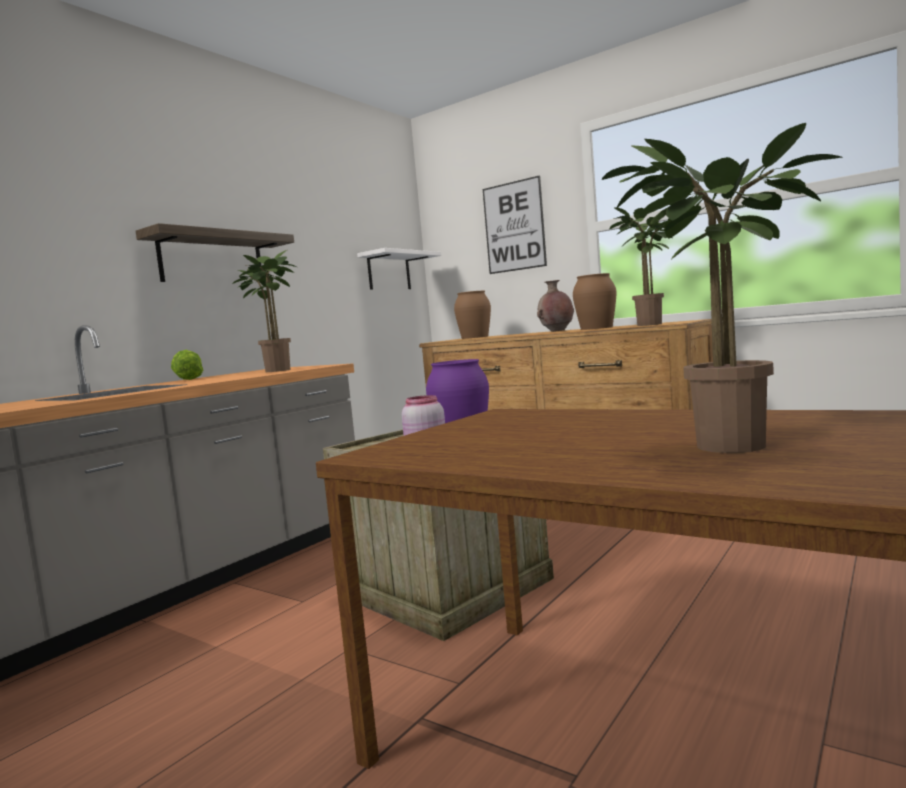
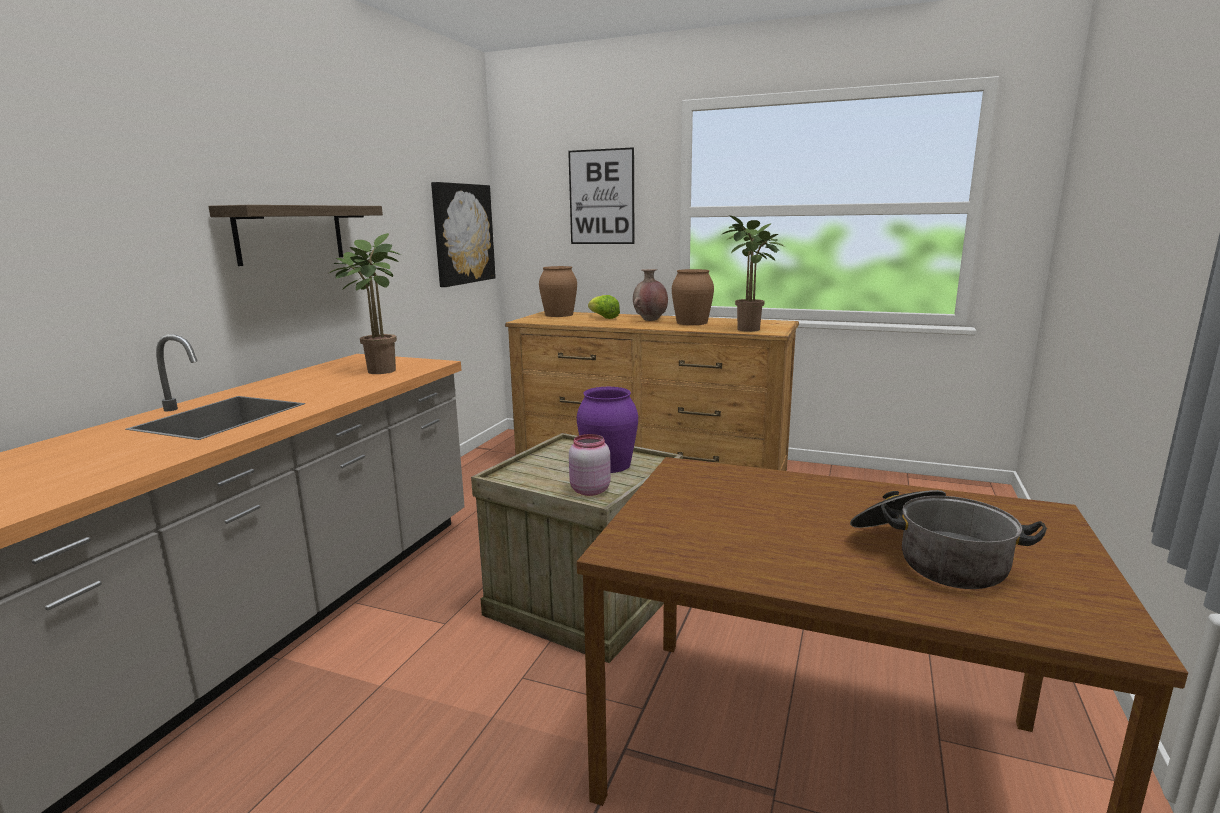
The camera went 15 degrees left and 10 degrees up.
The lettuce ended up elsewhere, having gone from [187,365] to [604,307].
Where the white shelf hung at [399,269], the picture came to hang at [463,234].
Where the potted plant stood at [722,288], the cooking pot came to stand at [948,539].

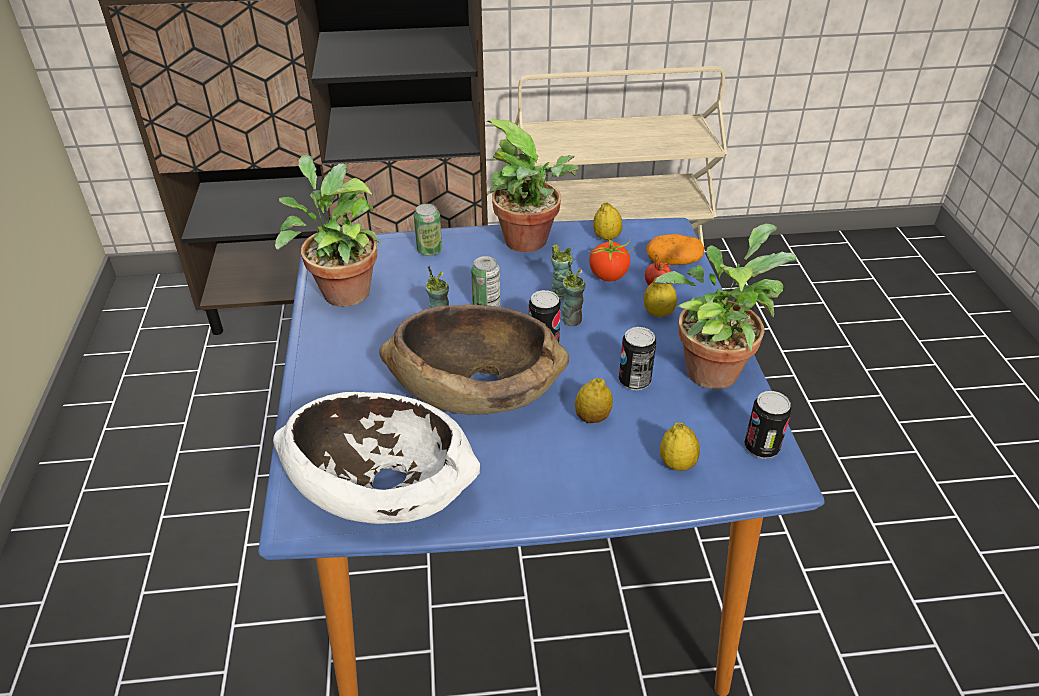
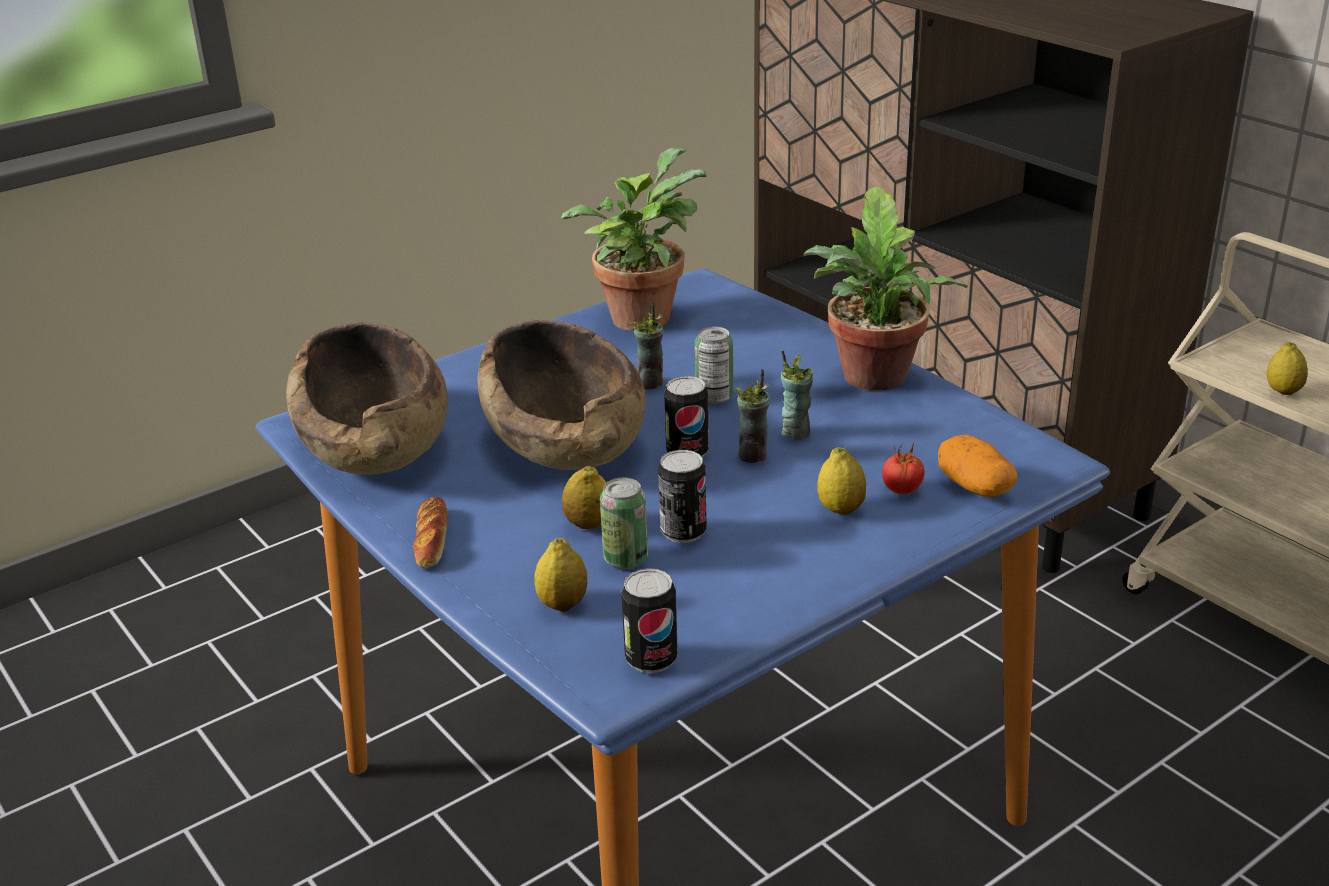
The camera went 60 degrees right and 10 degrees down.
The second view lost the tomato at [611,260].
The second view lost the potted plant at [725,306].
The second view gained the bread at [430,532].
The can ended up elsewhere, having gone from [428,230] to [624,523].
The lemon ended up elsewhere, having gone from [607,221] to [1287,368].
What was the white bowl at [376,458] turned into the brown bowl at [367,398].

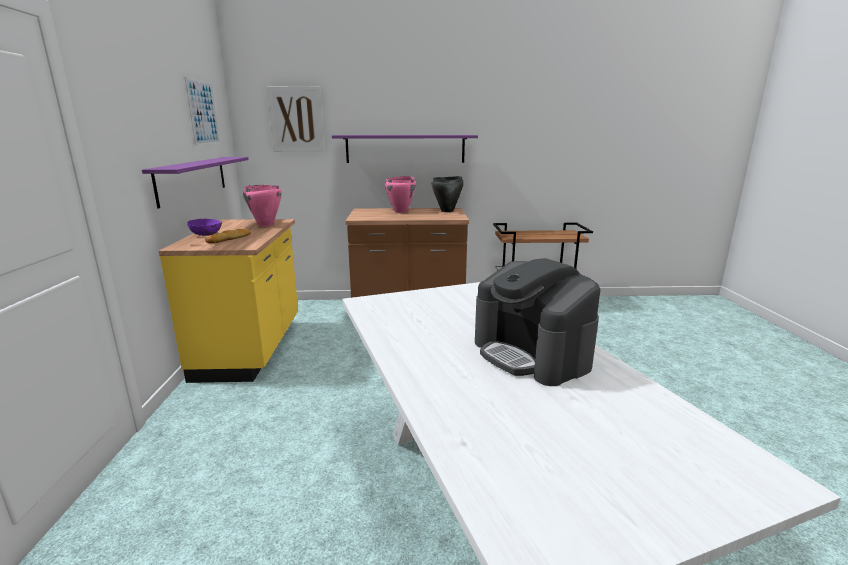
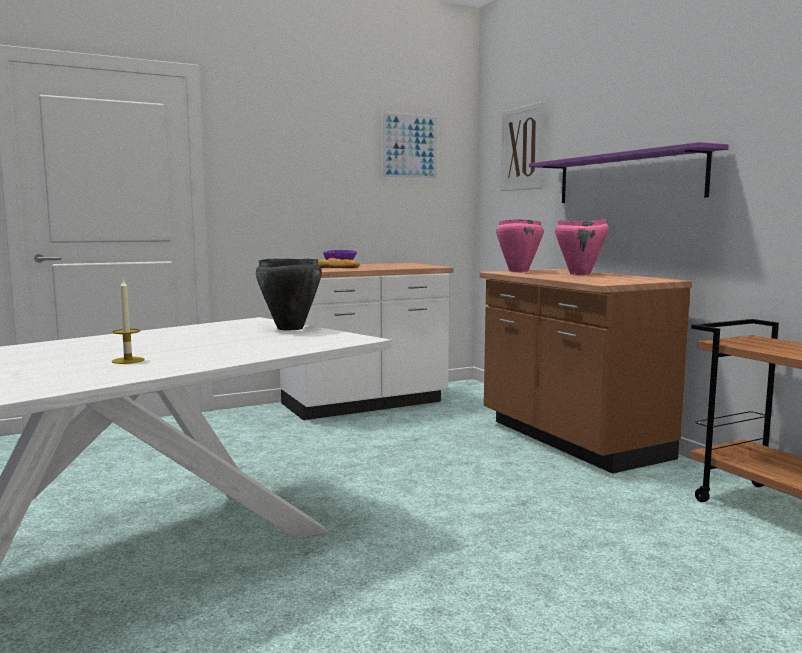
The camera went 65 degrees right and 10 degrees down.
The second view lost the purple shelf at [195,183].
The pink cooking pot ended up elsewhere, having gone from [262,206] to [520,245].
The black cooking pot ended up elsewhere, having gone from [448,194] to [289,294].
Where the coffee machine stood at [537,322], the candle came to stand at [128,321].
What was the yellow counter at [228,301] turned into the white counter at [366,341].

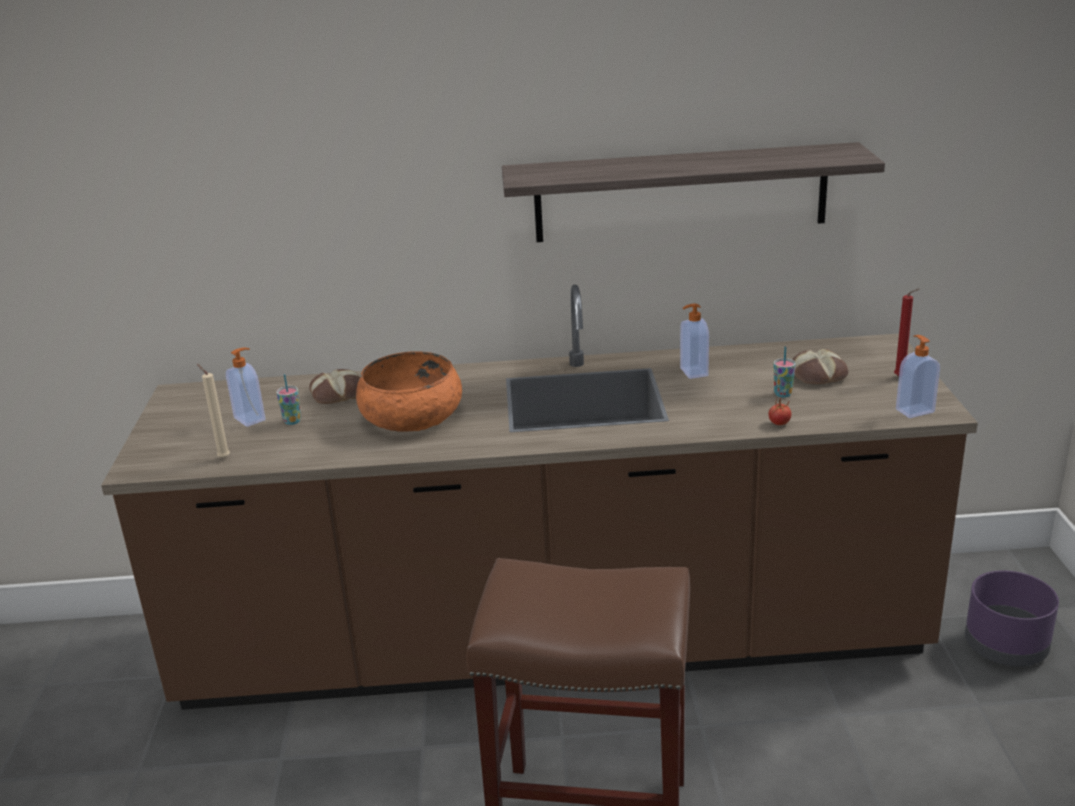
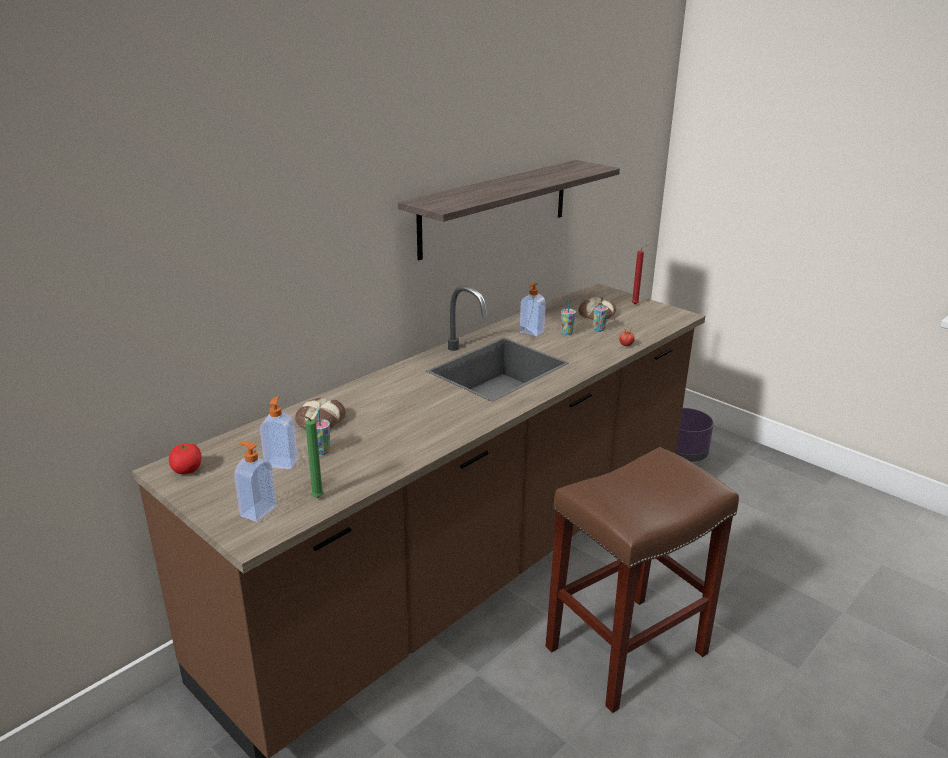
The camera went 45 degrees left and 0 degrees up.
The second view lost the orange bowl at [409,391].
The second view gained the tomato at [185,458].
The second view gained the cup at [568,317].
The soap dispenser ended up elsewhere, having gone from [918,376] to [255,482].
What was the beige candle at [213,411] turned into the green candle at [311,456].

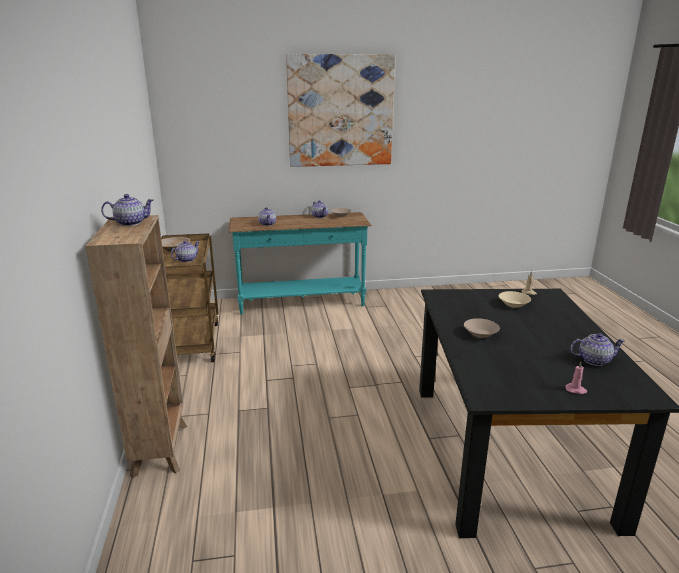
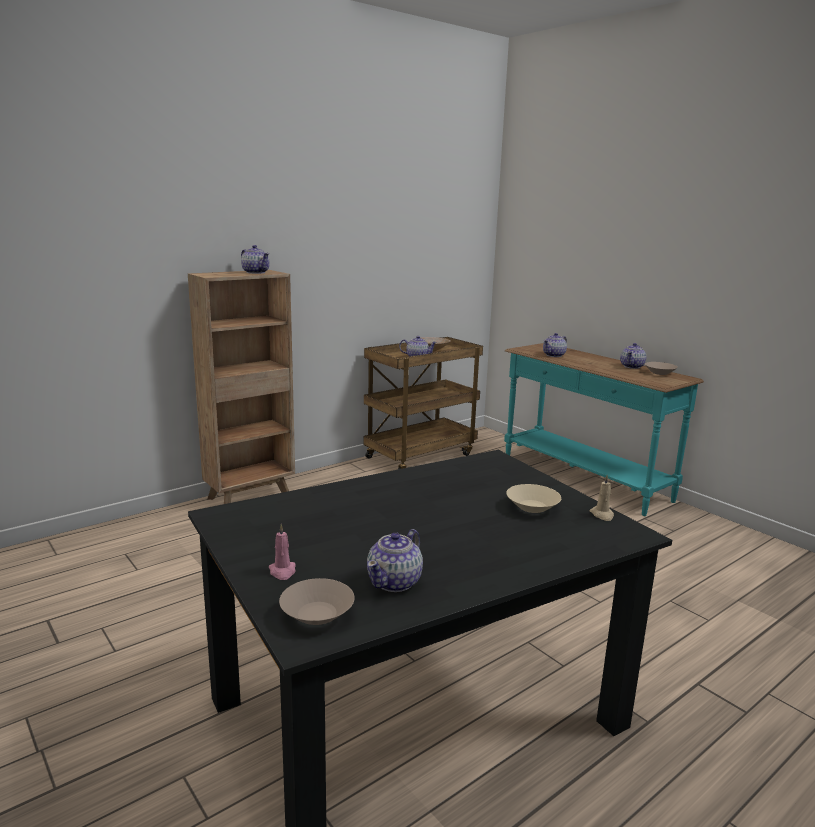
The camera went 60 degrees right and 5 degrees down.
The second view lost the picture at [340,110].
The beige bowl ended up elsewhere, having gone from [482,328] to [317,601].
The teapot at [597,349] ended up facing another way, 60 degrees clockwise from before.

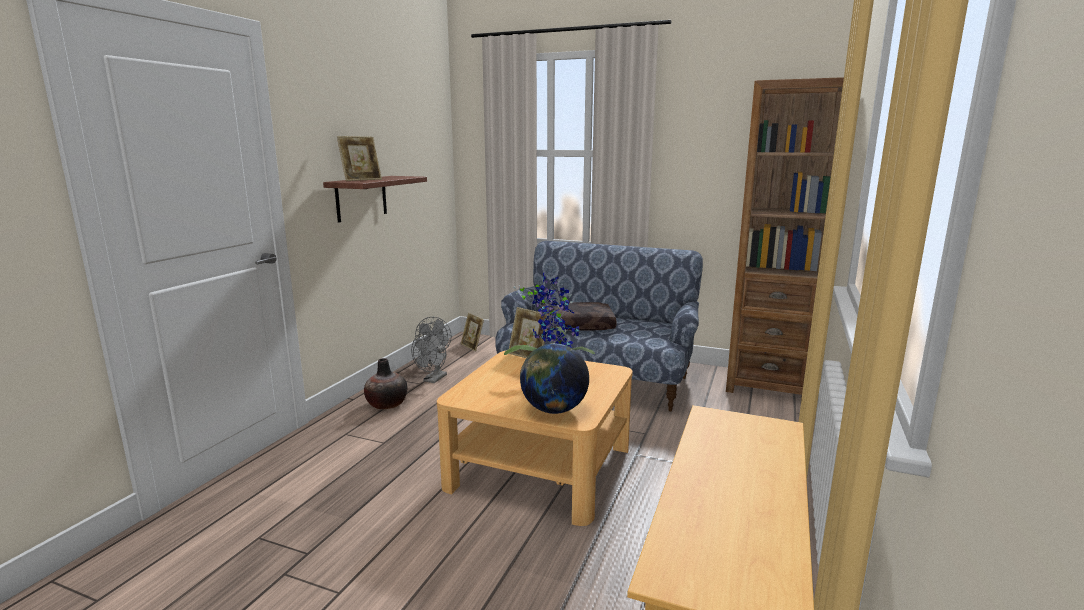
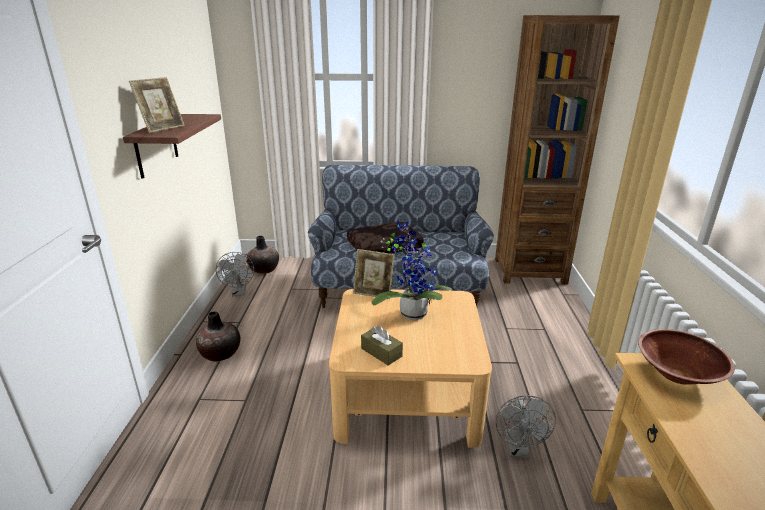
The camera went 20 degrees left and 10 degrees up.
The second view lost the globe at [554,378].
The second view gained the brown tissue box at [382,345].
The second view gained the brown bowl at [686,357].
The grey fan ended up elsewhere, having gone from [429,357] to [526,426].
Where the picture frame stood at [472,332], the vase came to stand at [263,255].

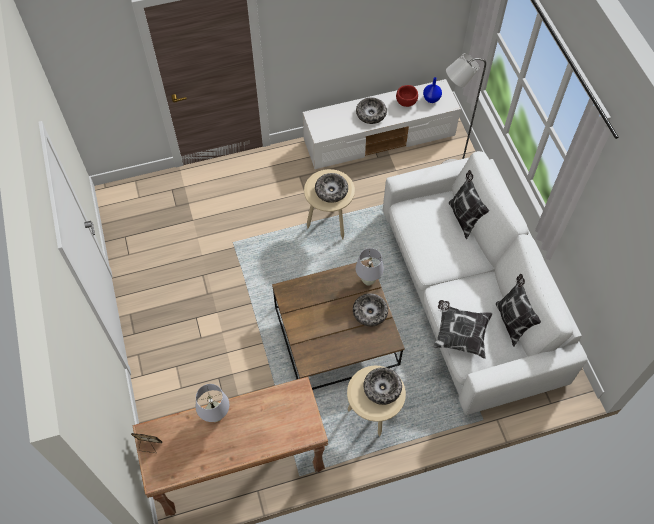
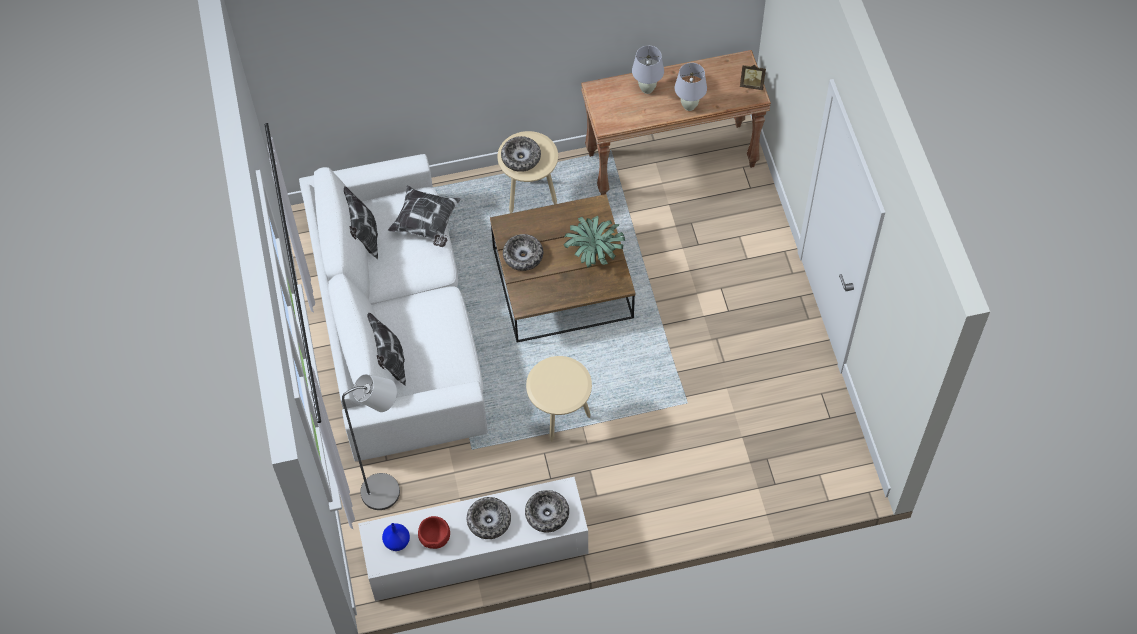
The camera went 175 degrees left and 0 degrees up.
The second view gained the potted plant at [594,242].
The bowl ended up elsewhere, having gone from [331,188] to [547,511].
The white table lamp ended up elsewhere, having gone from [369,267] to [648,70].

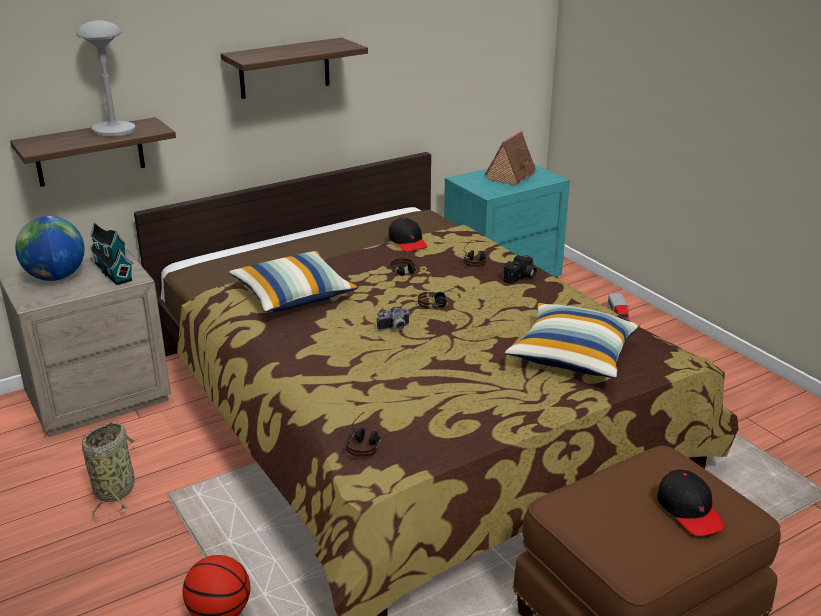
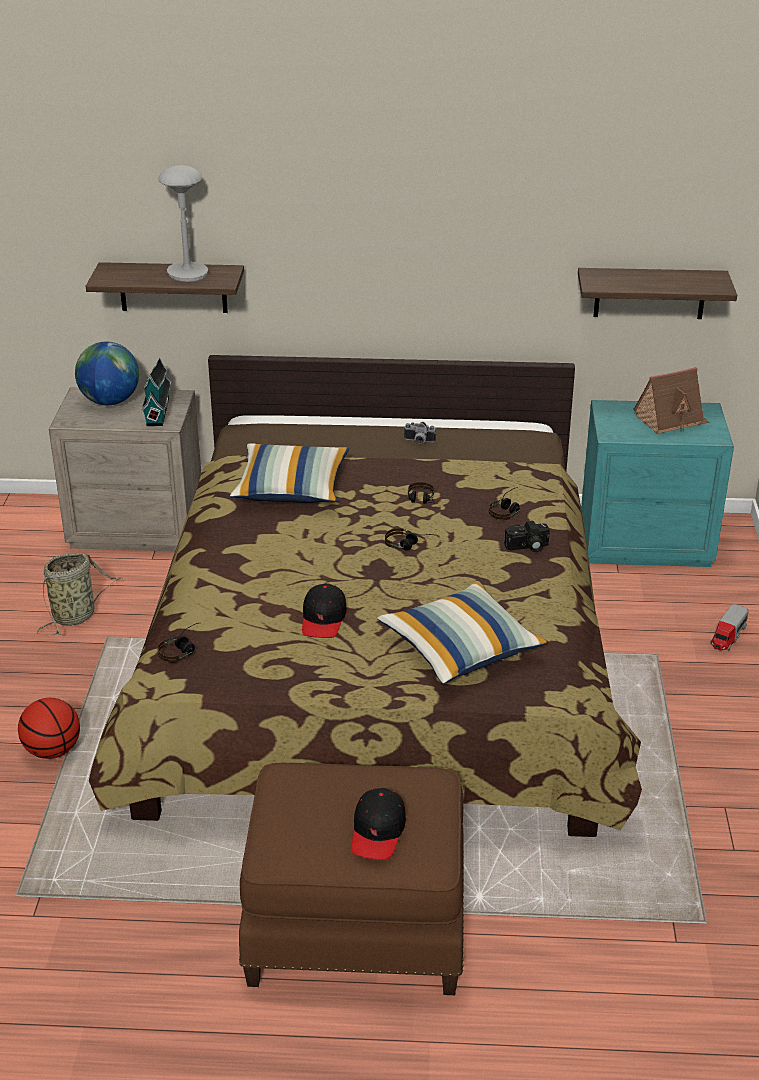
The camera went 35 degrees right and 5 degrees up.
The shelf ended up elsewhere, having gone from [294,68] to [657,293].
The photo camera ended up elsewhere, having gone from [393,319] to [419,433].
The black cap ended up elsewhere, having gone from [408,235] to [324,610].

